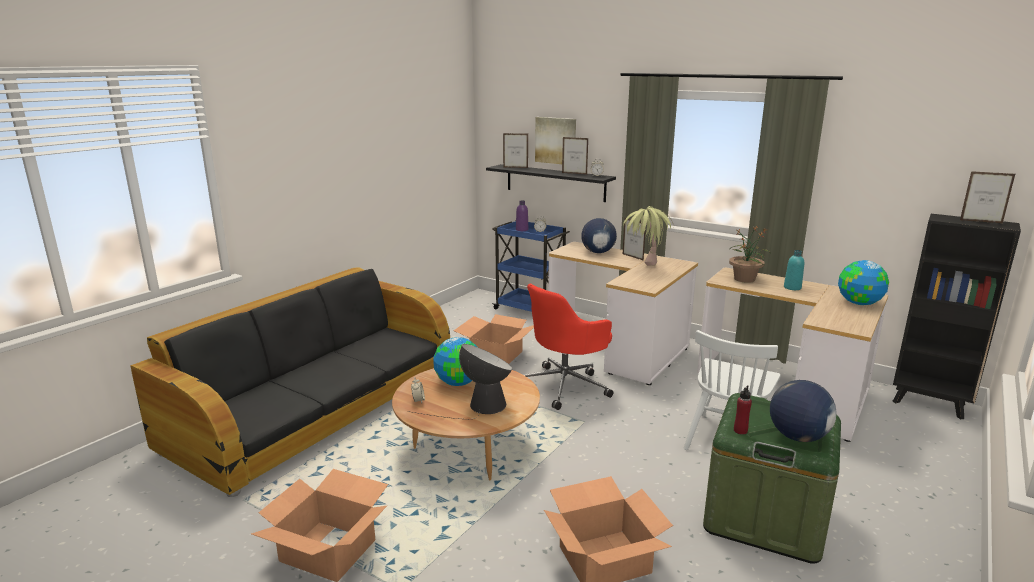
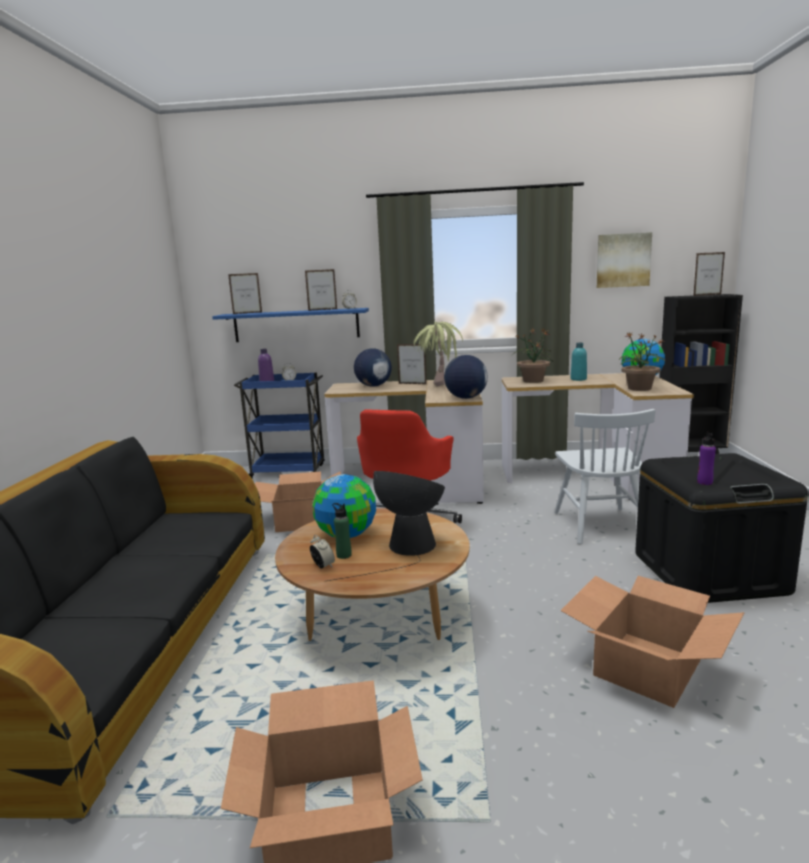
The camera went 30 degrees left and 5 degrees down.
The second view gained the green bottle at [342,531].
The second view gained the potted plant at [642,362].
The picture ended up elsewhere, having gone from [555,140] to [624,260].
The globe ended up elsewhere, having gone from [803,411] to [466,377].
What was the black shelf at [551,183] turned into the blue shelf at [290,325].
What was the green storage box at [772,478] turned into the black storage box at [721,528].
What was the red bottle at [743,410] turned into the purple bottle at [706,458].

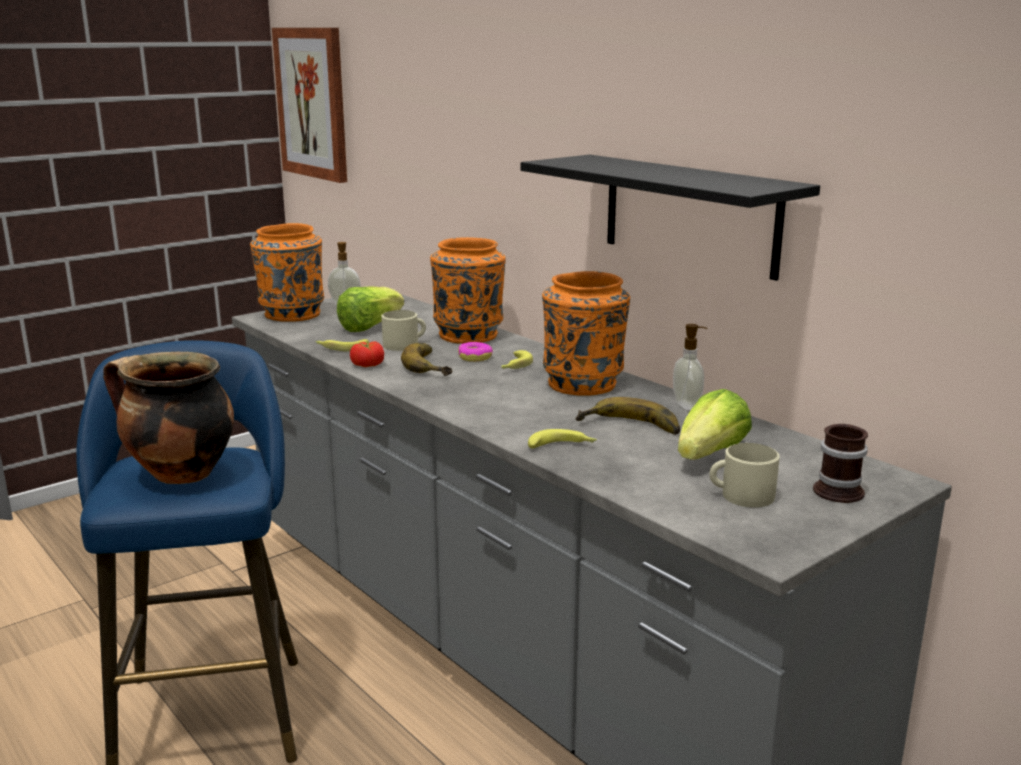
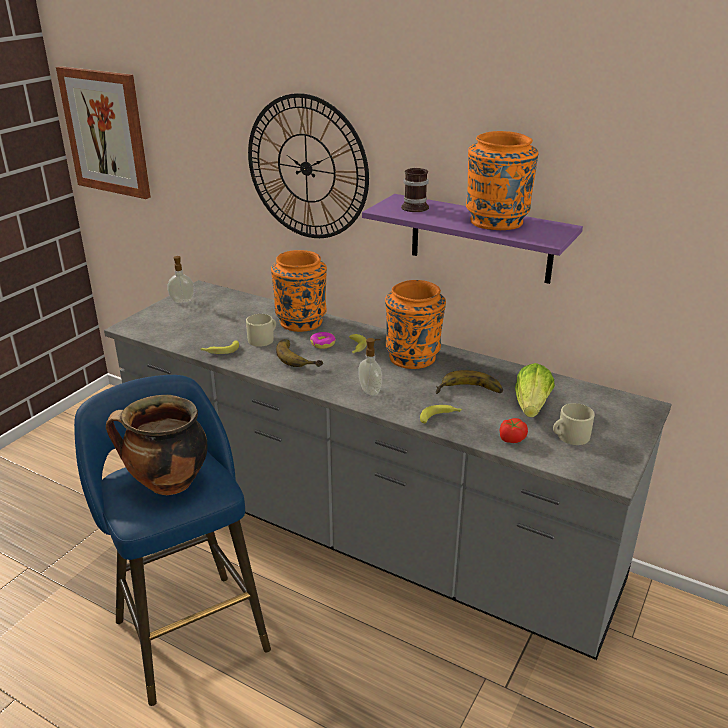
The camera went 20 degrees left and 10 degrees up.
The second view lost the lettuce at [370,309].
The second view gained the wall clock at [308,165].
The orange vase ended up elsewhere, having gone from [287,272] to [502,180].
The tomato ended up elsewhere, having gone from [367,354] to [514,430].
The soap dispenser ended up elsewhere, having gone from [690,367] to [370,367].
The mug ended up elsewhere, having gone from [840,463] to [415,190].
What was the black shelf at [670,218] turned into the purple shelf at [472,239].

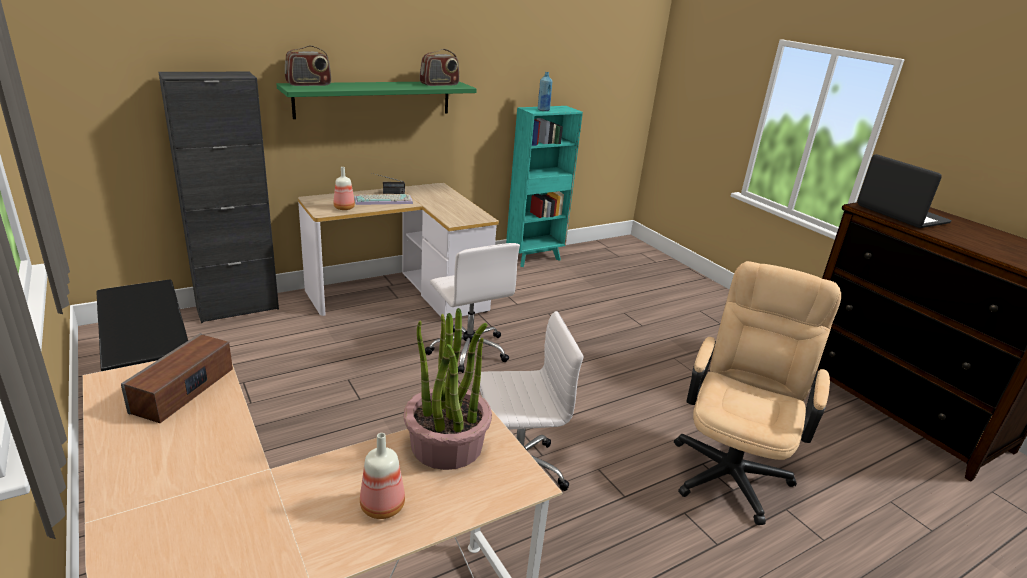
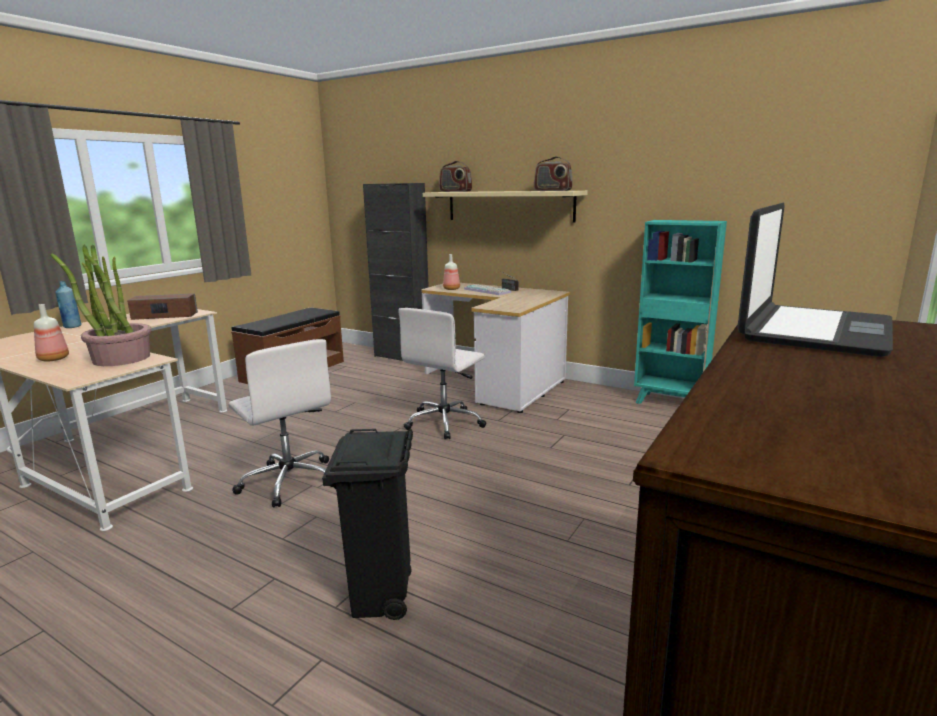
The camera went 65 degrees right and 10 degrees down.
The blue bottle ended up elsewhere, having gone from [545,91] to [68,304].
Where the beige office chair stood at [757,393], the black trash can came to stand at [367,524].
What was the green shelf at [376,100] turned into the beige shelf at [505,206].

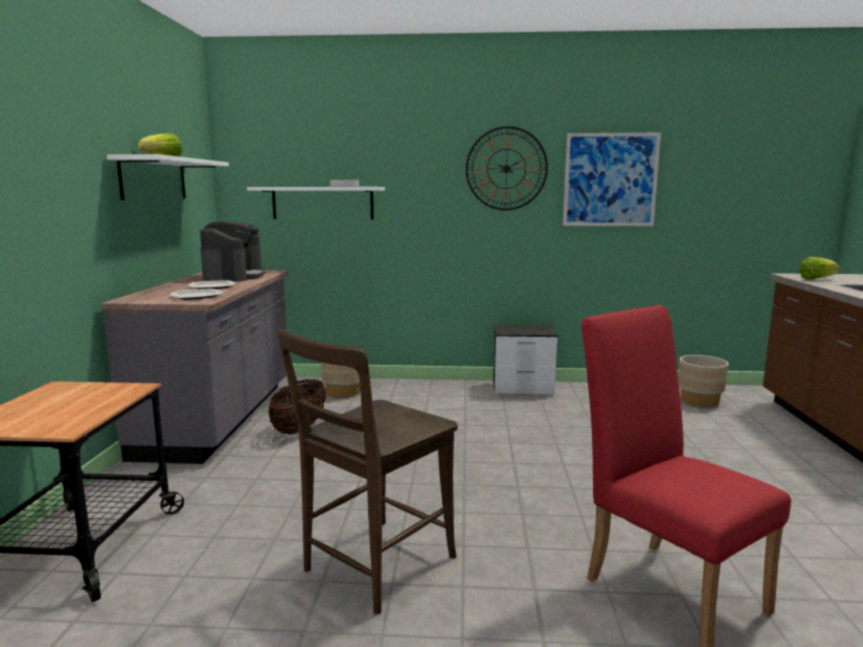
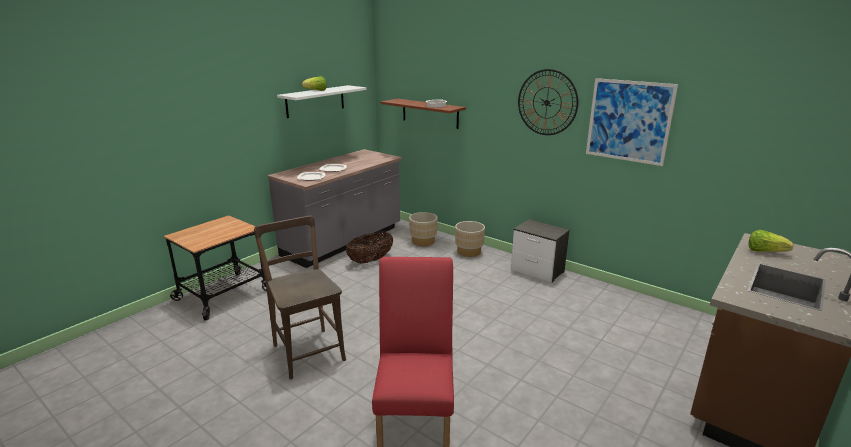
The camera went 35 degrees right and 10 degrees up.
The second view lost the coffee machine at [233,251].
The beige planter ended up elsewhere, having gone from [703,381] to [470,239].
What was the white shelf at [316,203] turned into the brown shelf at [423,114].
The brown chair at [368,472] ended up facing another way, 75 degrees clockwise from before.

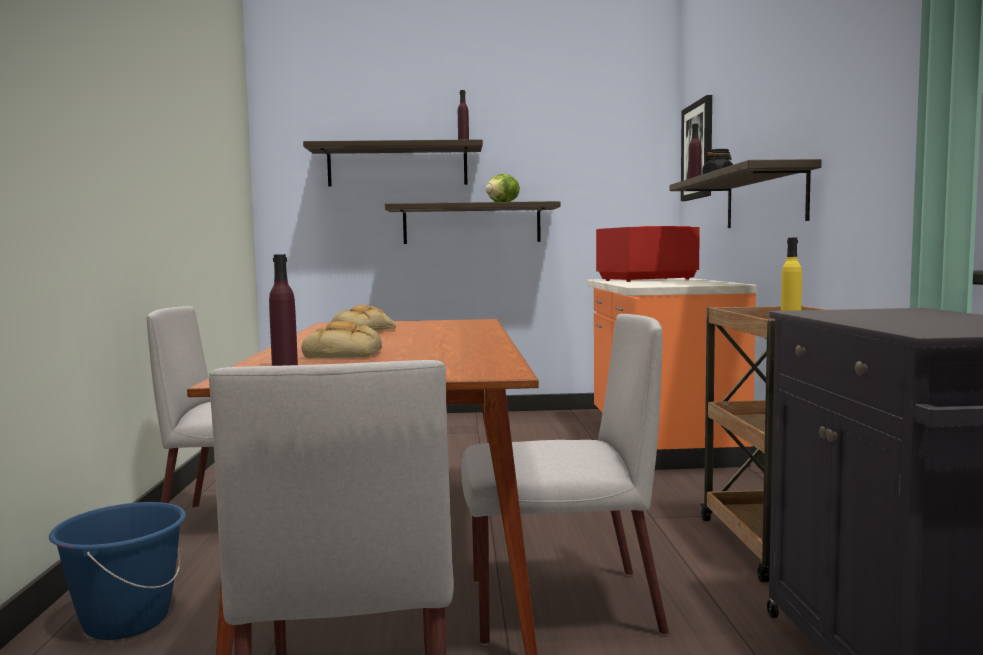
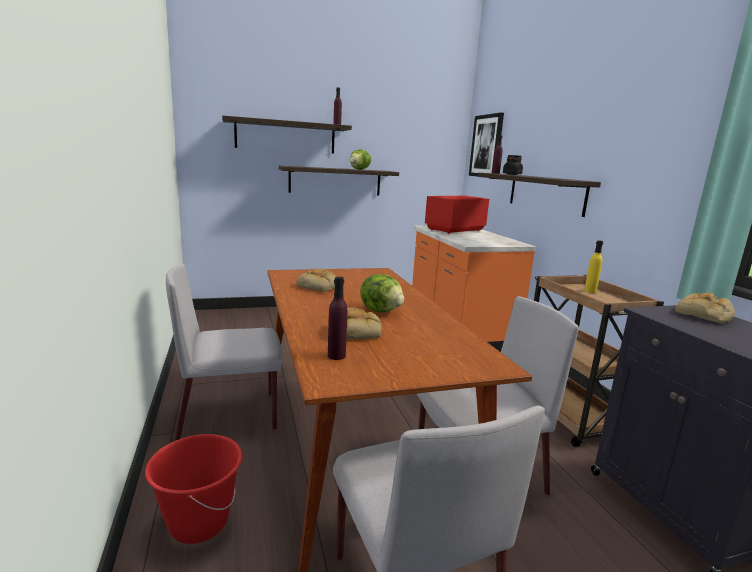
The camera went 15 degrees left and 10 degrees up.
The second view gained the lettuce at [382,293].
The second view gained the bread at [705,308].
What was the blue bucket at [117,571] turned into the red bucket at [193,489].

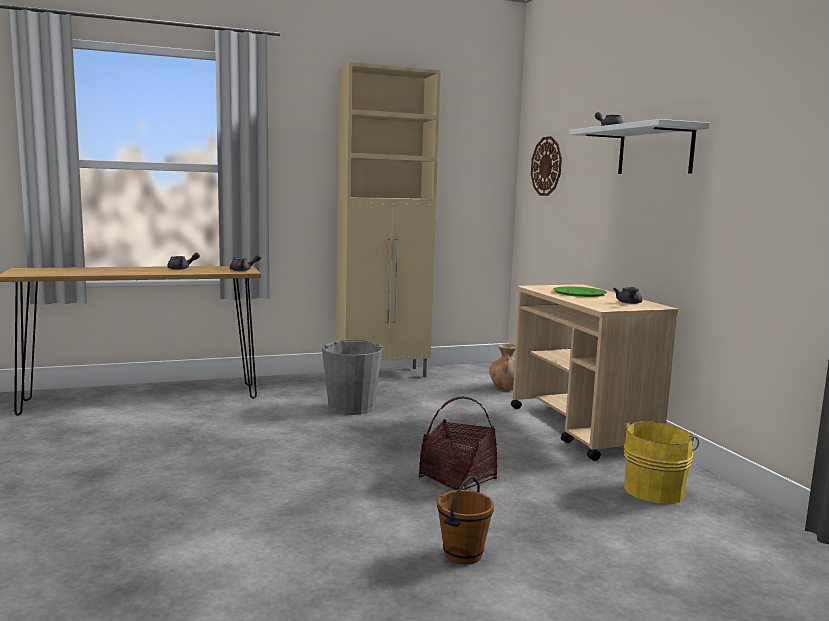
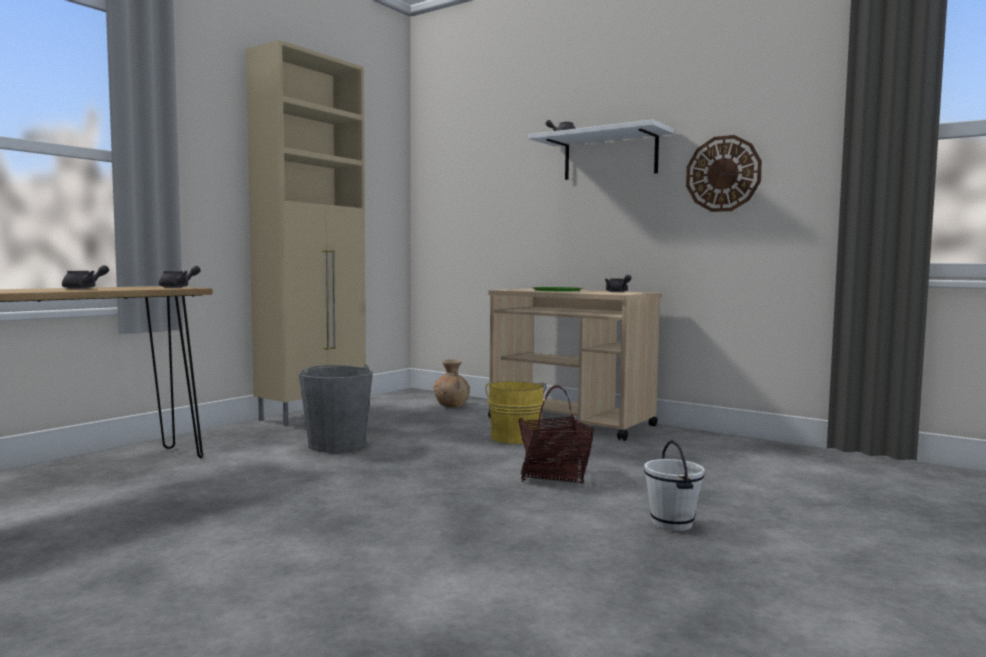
The camera went 35 degrees left and 5 degrees down.
The wall clock ended up elsewhere, having gone from [546,166] to [724,173].
The yellow bucket ended up elsewhere, having gone from [661,462] to [515,412].
What was the brown bucket at [465,520] turned into the white bucket at [674,485].

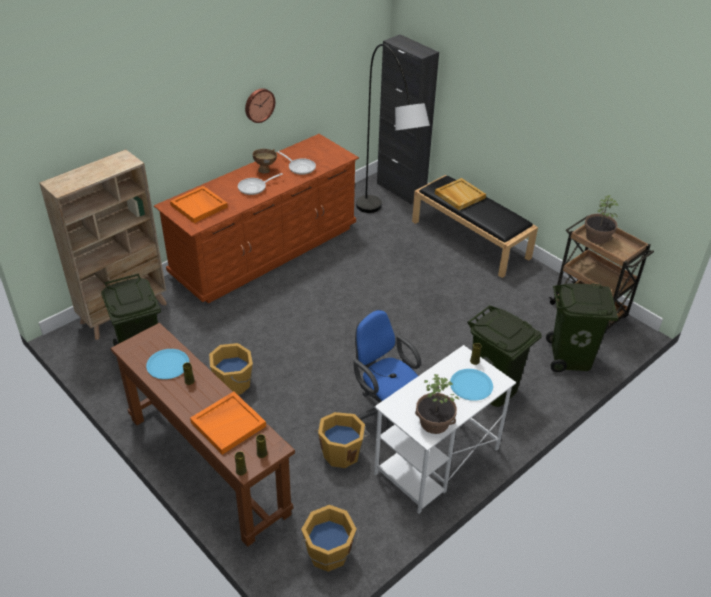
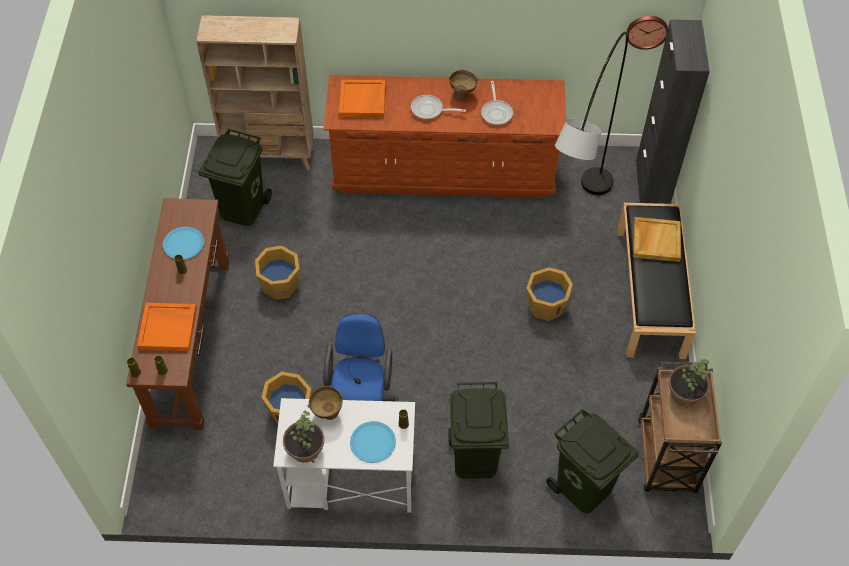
The camera went 45 degrees right and 15 degrees up.
The second view gained the brown bowl at [325,403].
The wall clock ended up elsewhere, having gone from [260,105] to [647,33].
The orange bucket ended up elsewhere, having gone from [330,538] to [548,294].

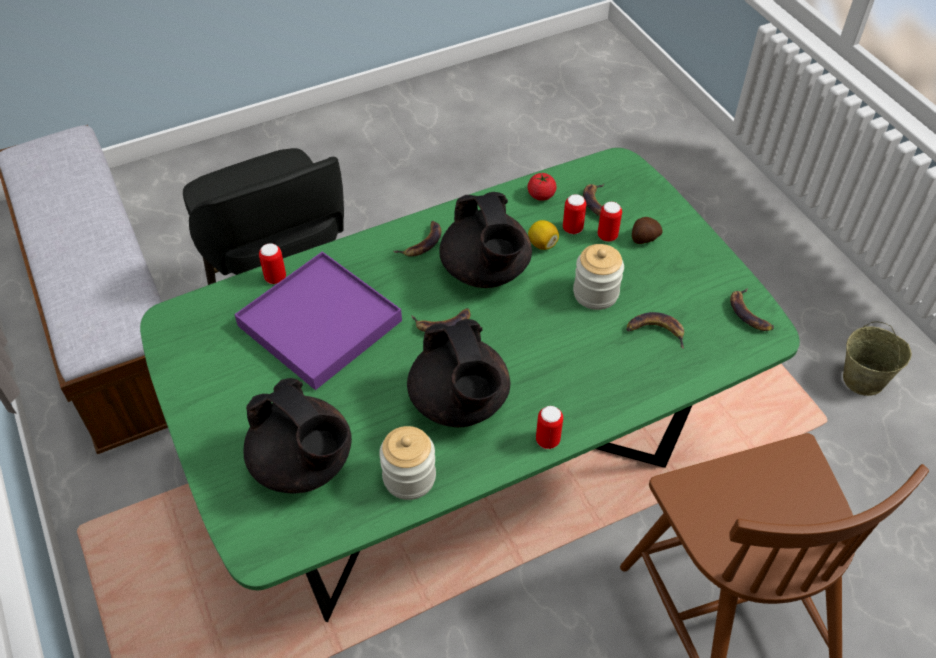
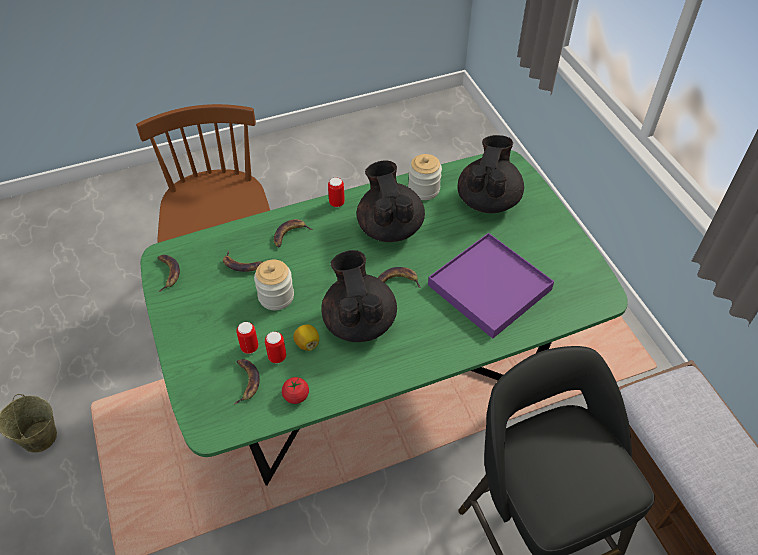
The camera went 175 degrees left and 0 degrees up.
The second view lost the can at [272,263].
The second view lost the potato at [647,230].
The banana ended up elsewhere, having gone from [417,239] to [293,233].
The black teapot at [298,435] ended up facing another way, 60 degrees clockwise from before.

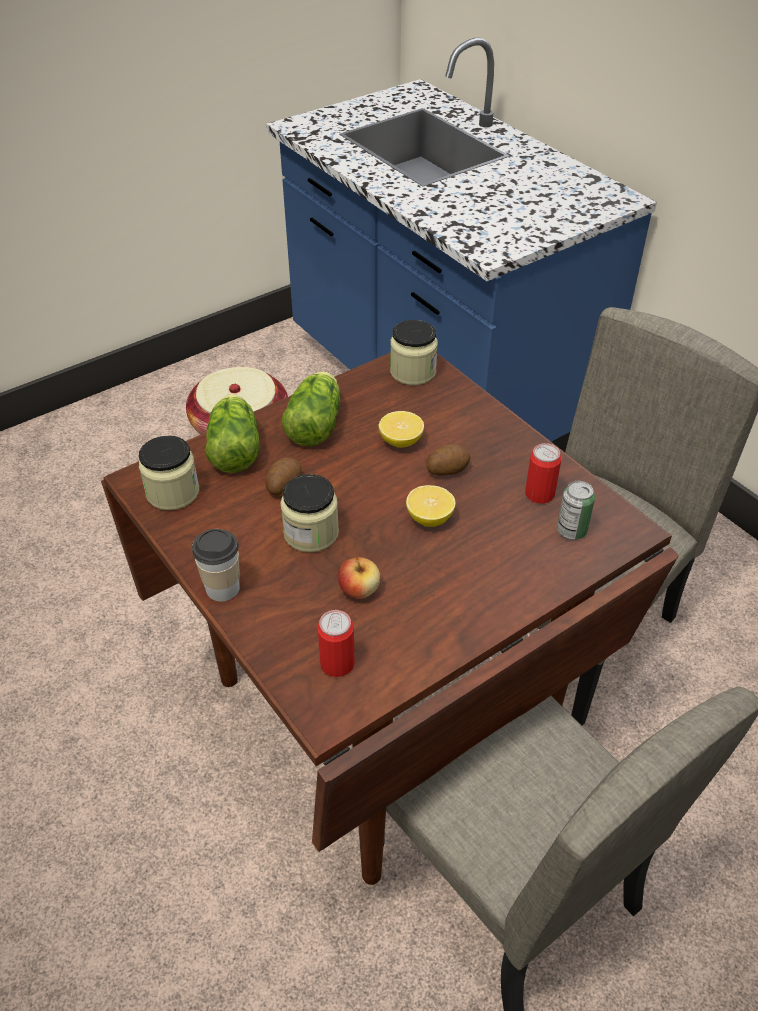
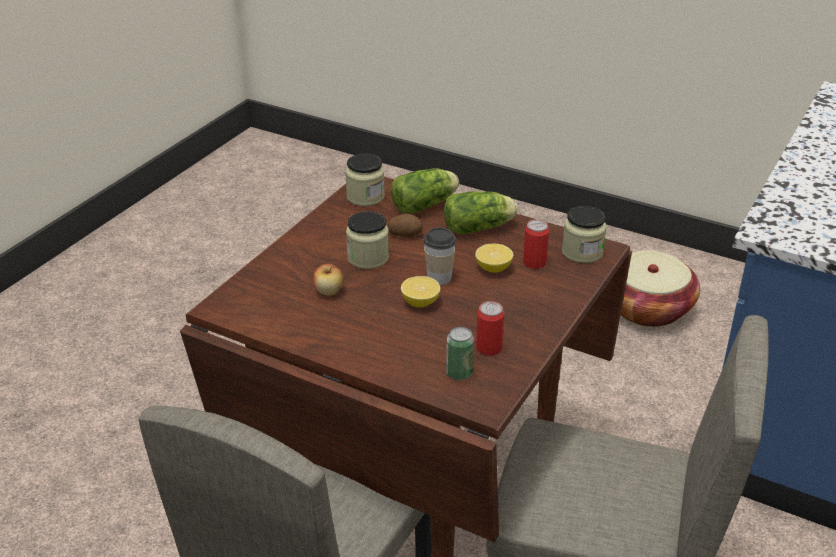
The camera went 65 degrees right and 10 degrees down.
The second view lost the potato at [448,460].
The cup ended up elsewhere, having gone from [216,565] to [439,256].
The can ended up elsewhere, having gone from [336,643] to [536,244].

